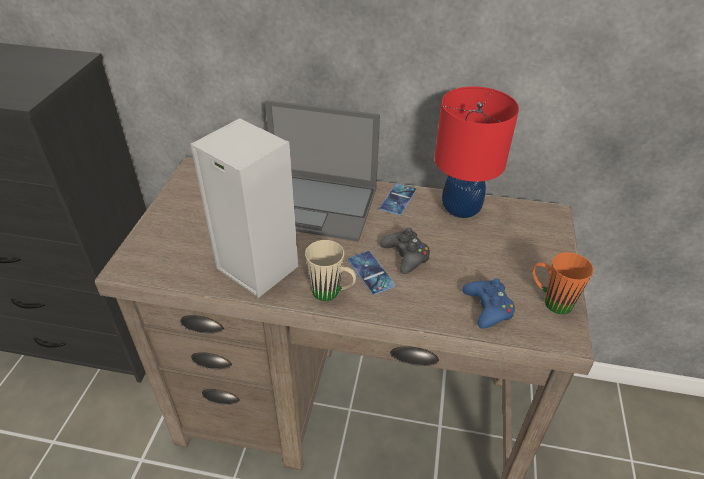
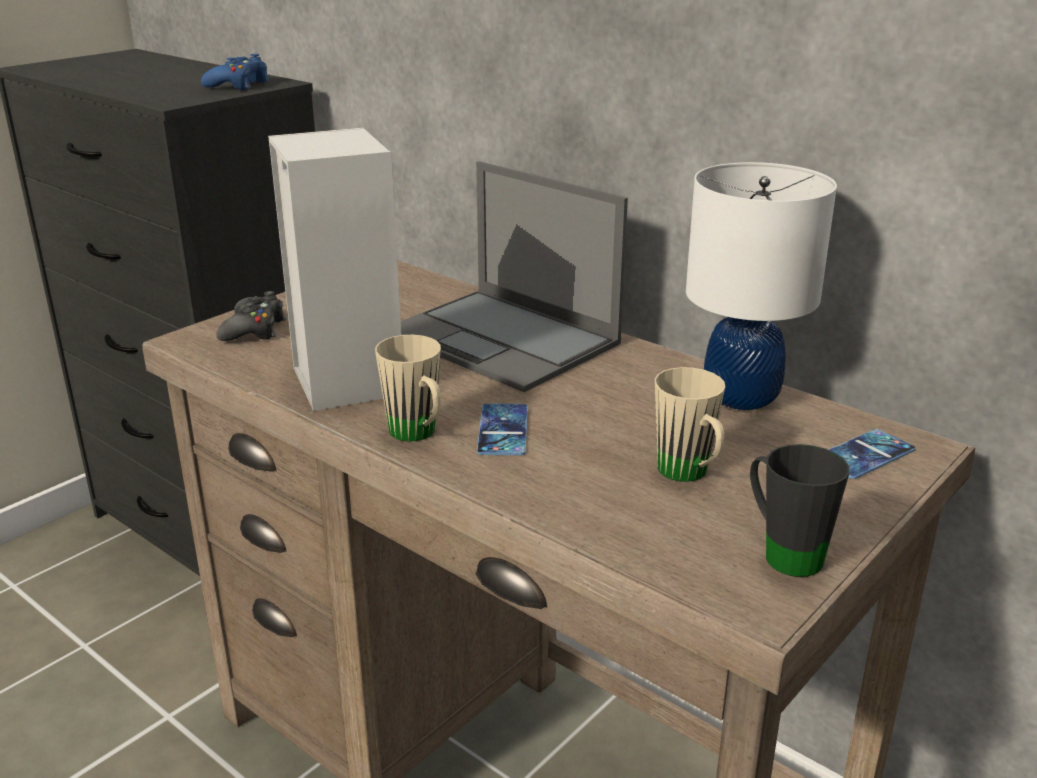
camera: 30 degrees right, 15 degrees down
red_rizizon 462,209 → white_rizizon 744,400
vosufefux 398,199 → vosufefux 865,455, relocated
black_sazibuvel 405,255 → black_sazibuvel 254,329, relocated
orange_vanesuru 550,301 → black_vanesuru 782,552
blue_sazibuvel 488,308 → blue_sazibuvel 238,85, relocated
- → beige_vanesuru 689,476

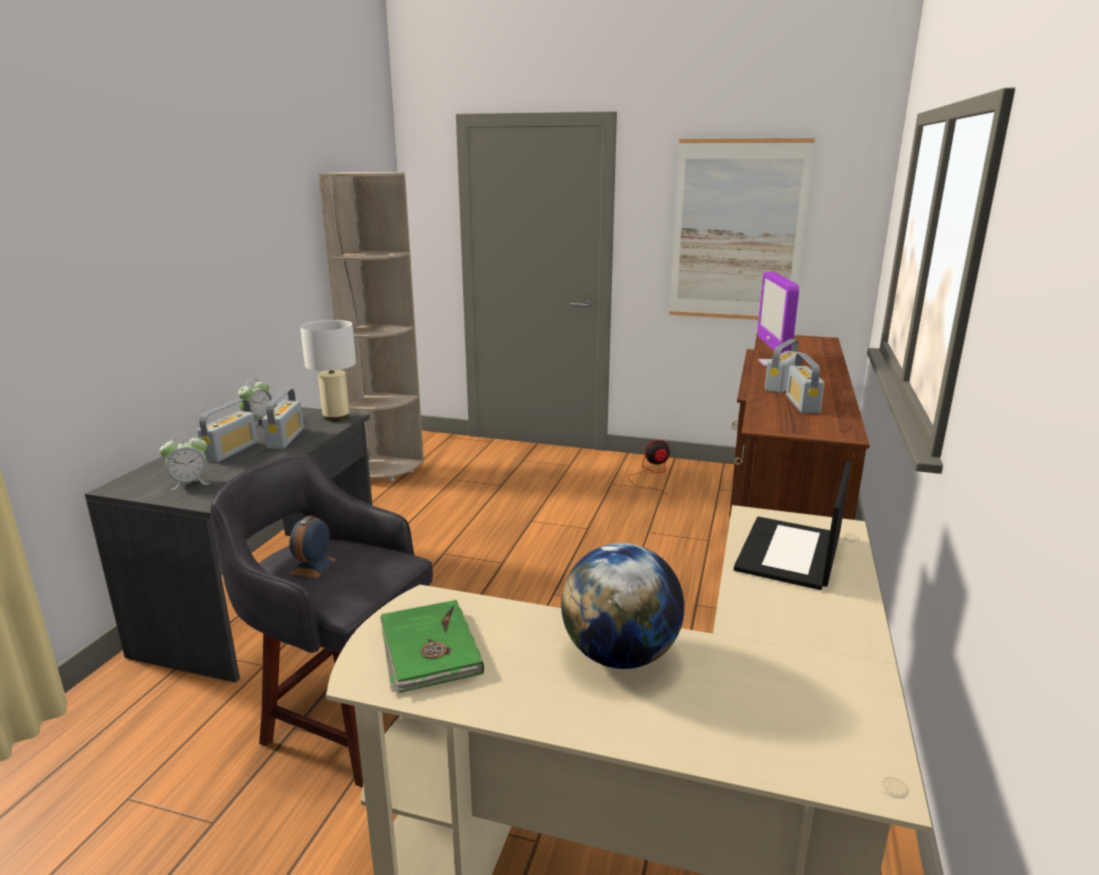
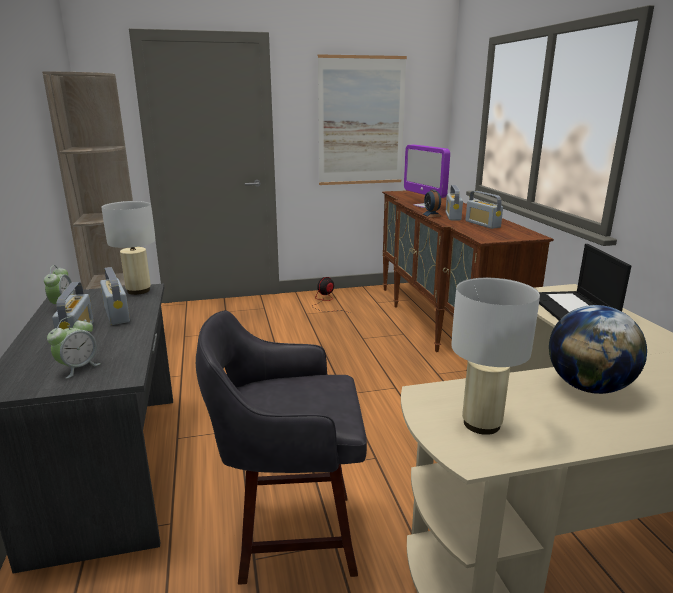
camera: 30 degrees left, 0 degrees up
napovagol 313,566 → napovagol 431,215, relocated
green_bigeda 428,650 → white_rizizon 482,424

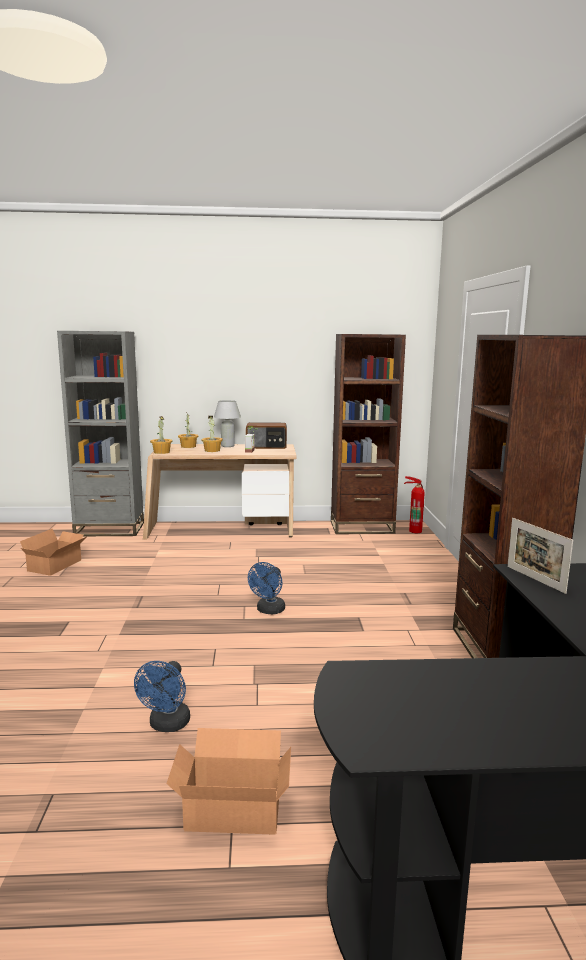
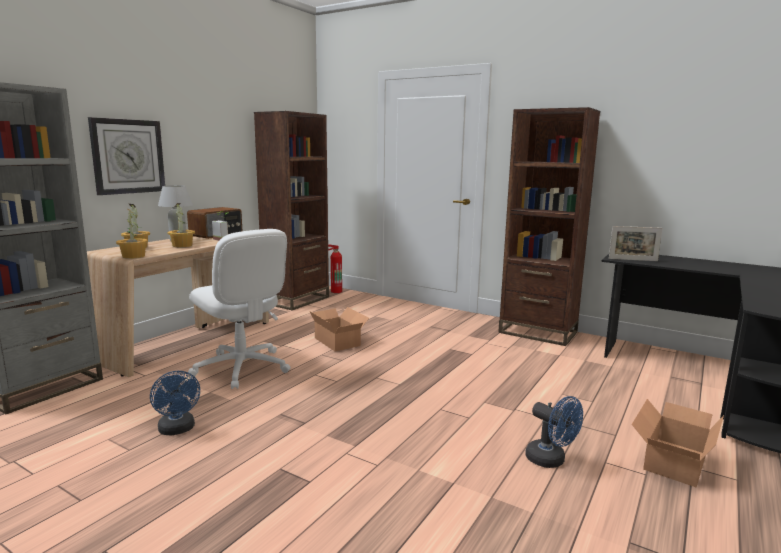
camera: 55 degrees left, 0 degrees up
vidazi 57,565 → vidazi 338,341, relocated
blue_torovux 268,611 → blue_torovux 178,430, relocated
- → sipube 128,156
- → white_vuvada 241,368

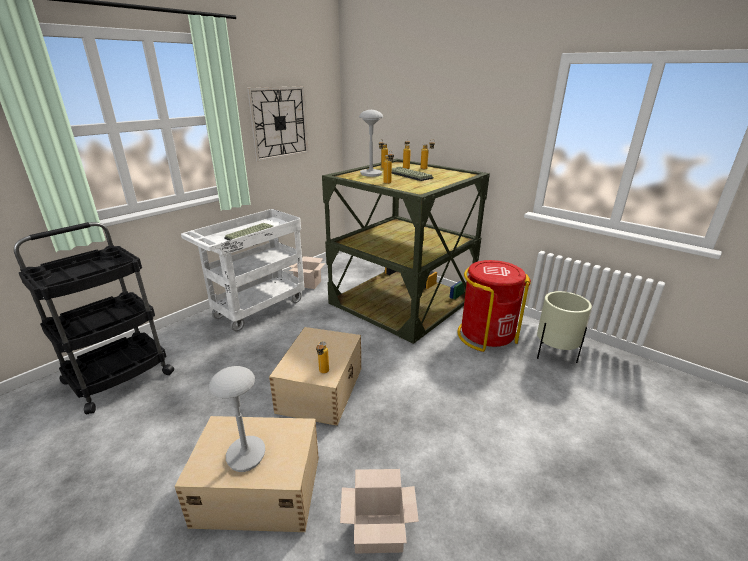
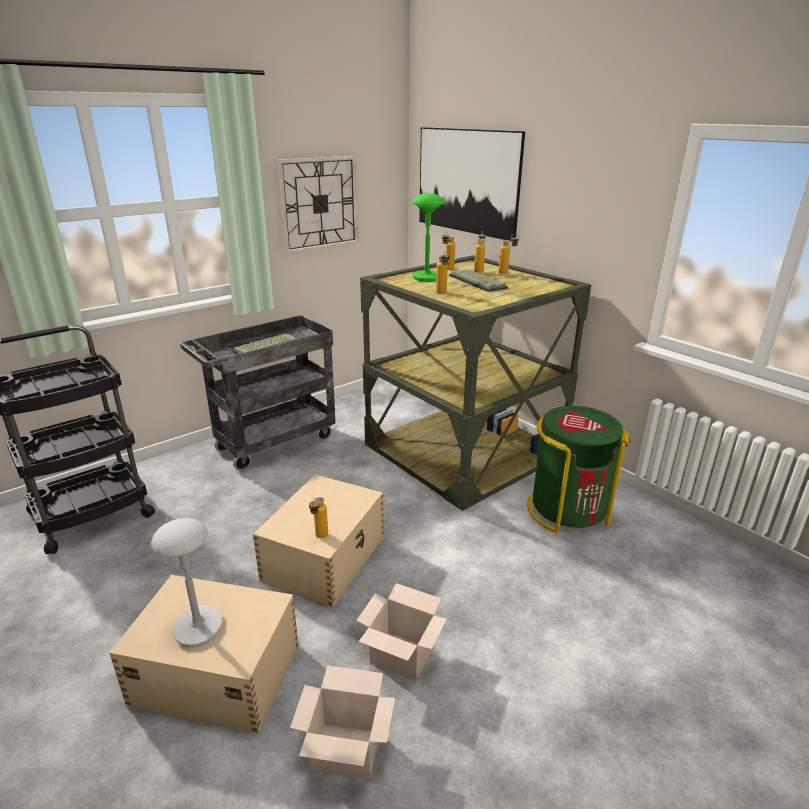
camera: 10 degrees right, 0 degrees up
grey_rizizon 370,174 → green_rizizon 426,277
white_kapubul 256,311 → black_kapubul 271,446
vidazi 307,284 → vidazi 399,656, relocated
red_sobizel 486,335 → green_sobizel 567,510
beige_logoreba 555,354 → -
- → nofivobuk 467,181

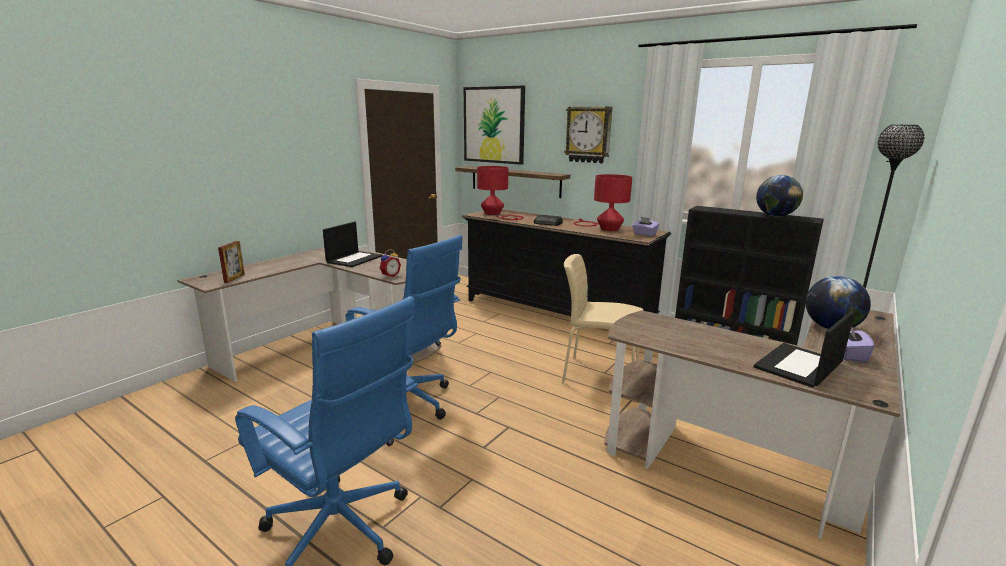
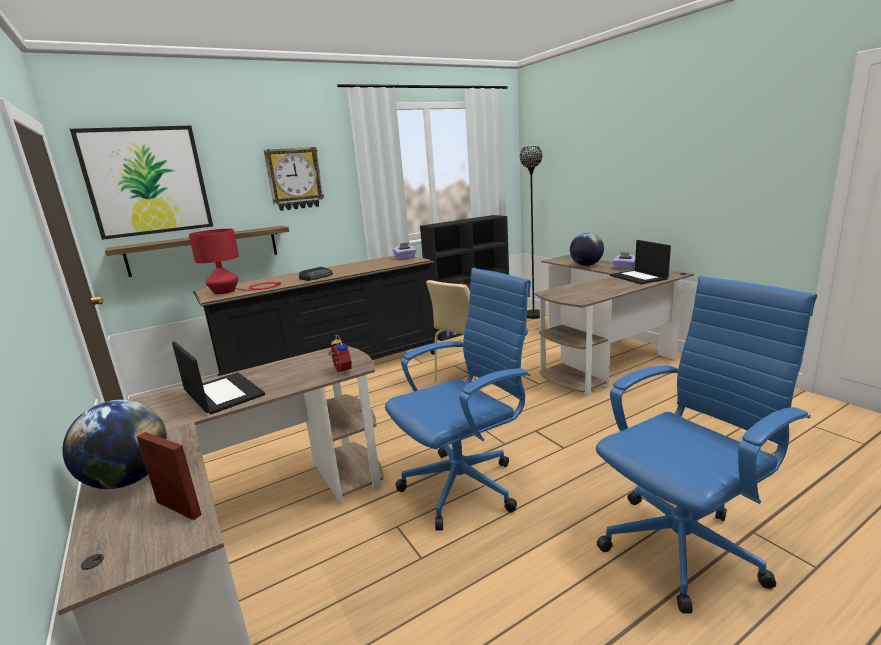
camera: 65 degrees left, 0 degrees up
red_rizizon 600,227 → -
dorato 775,216 → dorato 128,480, relocated

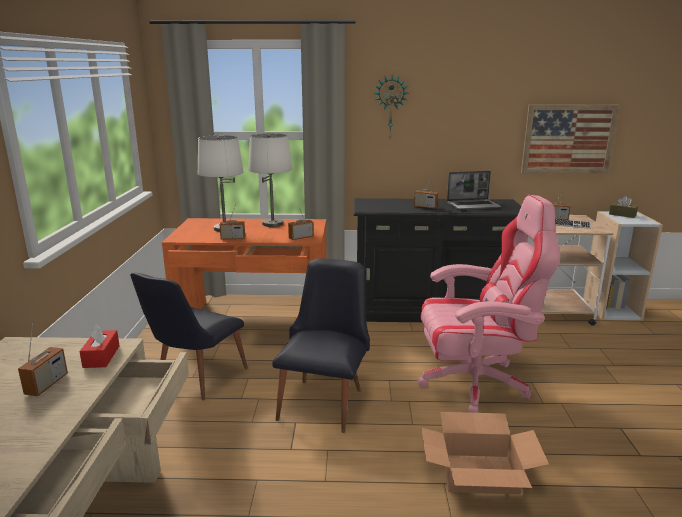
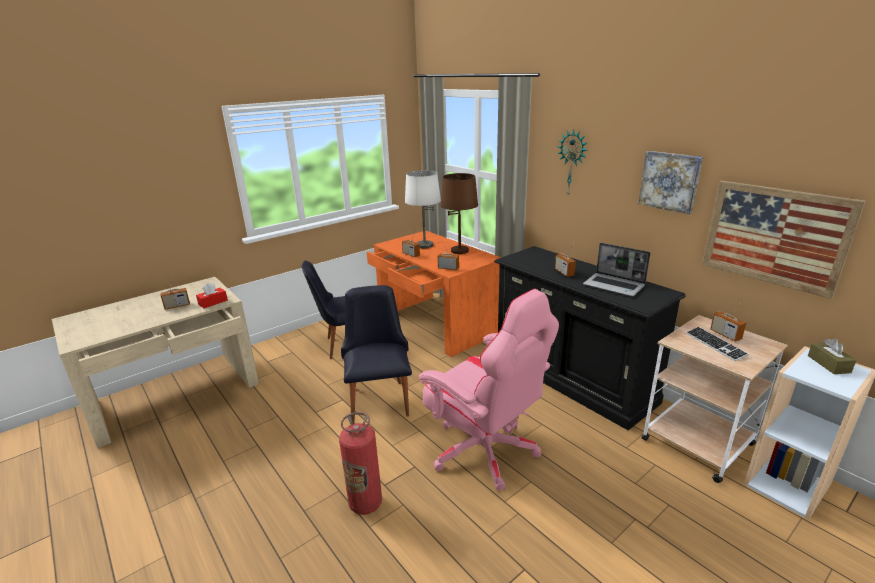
camera: 50 degrees right, 5 degrees up
white_rizizon 272,224 → brown_rizizon 459,251
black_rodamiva 325,399 → black_rodamiva 379,397, 75 degrees counterclockwise
vidazi 479,473 → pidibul 365,503
- → nofivobuk 670,181

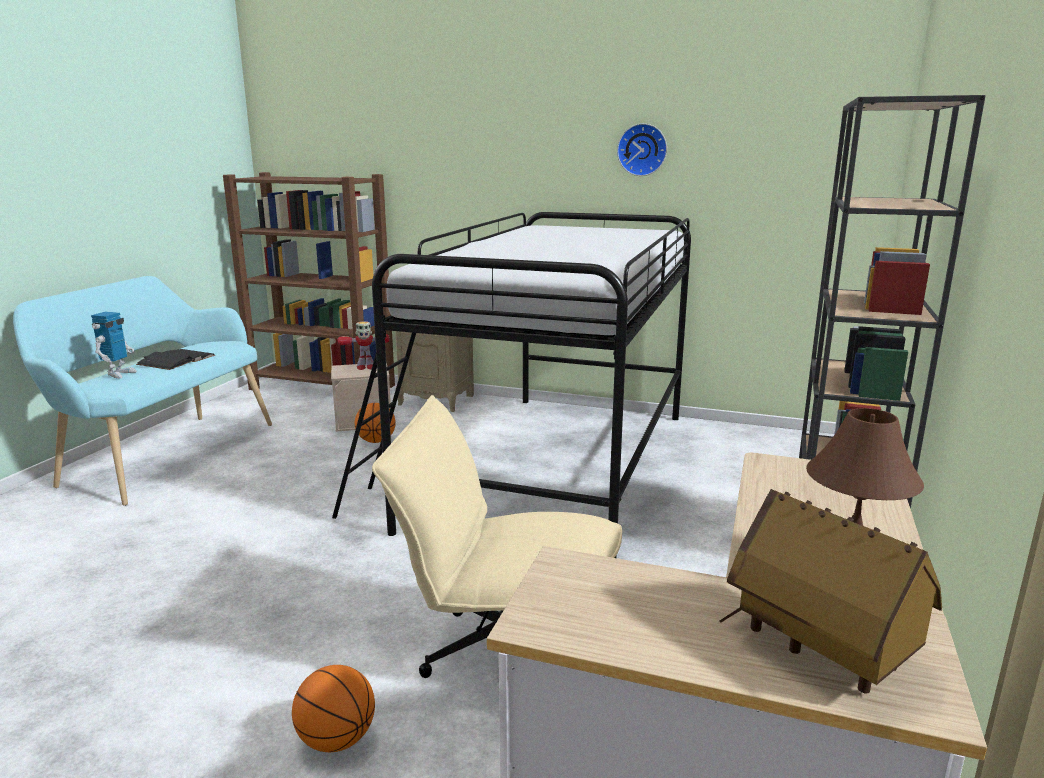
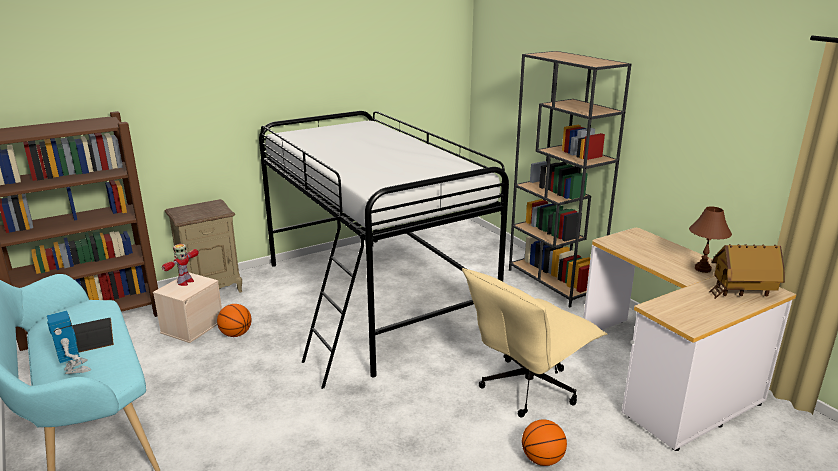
camera: 50 degrees left, 5 degrees up
sipube 642,150 → -

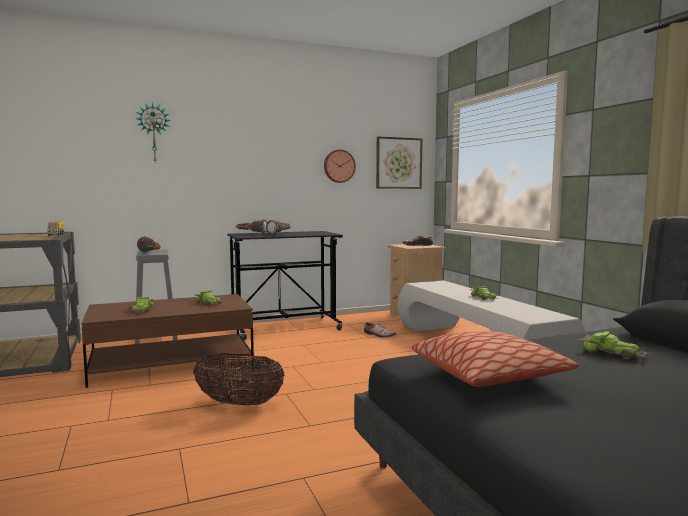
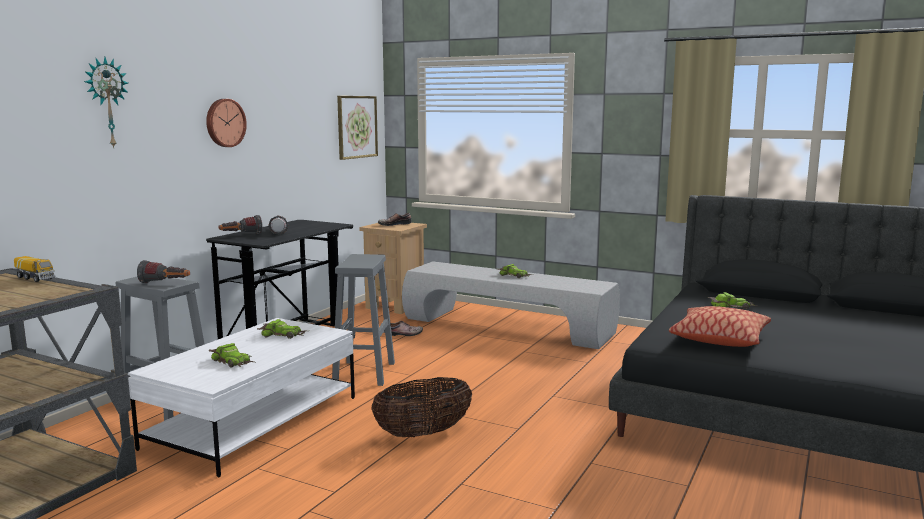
camera: 40 degrees left, 5 degrees up
sipube 339,166 → sipube 224,123, relocated
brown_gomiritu 172,363 → white_gomiritu 254,422
- → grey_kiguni 364,373

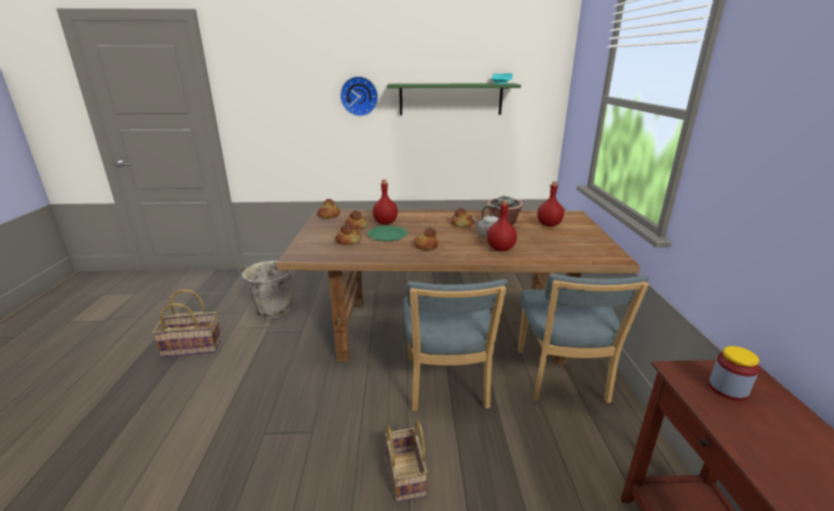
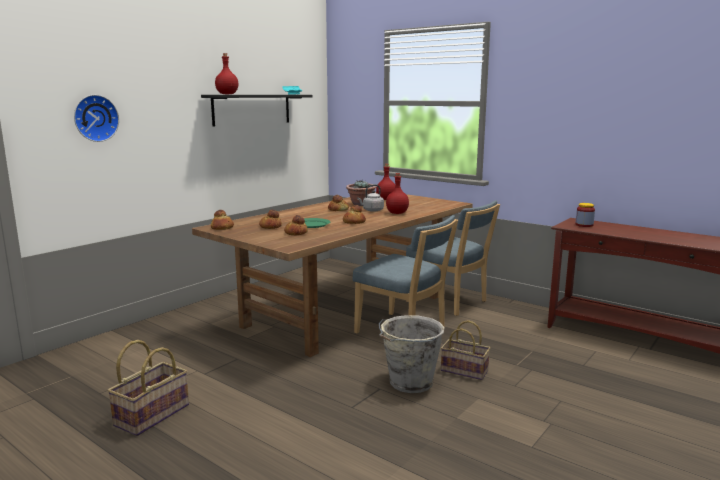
camera: 50 degrees left, 10 degrees down
sipube 359,96 → sipube 95,118, relocated
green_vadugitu 451,99 → black_vadugitu 252,109
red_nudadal 385,222 → red_nudadal 227,94, relocated
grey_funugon 272,310 → grey_funugon 409,383, relocated

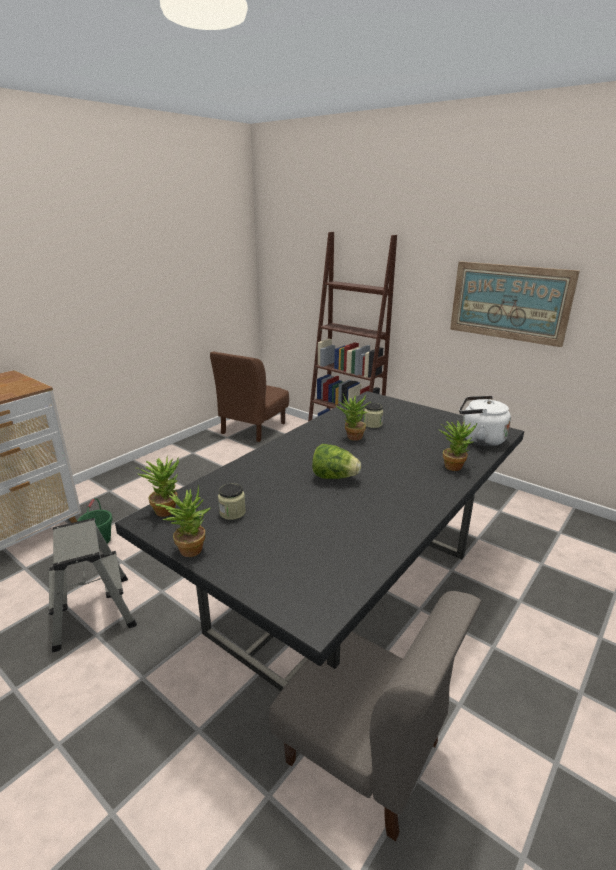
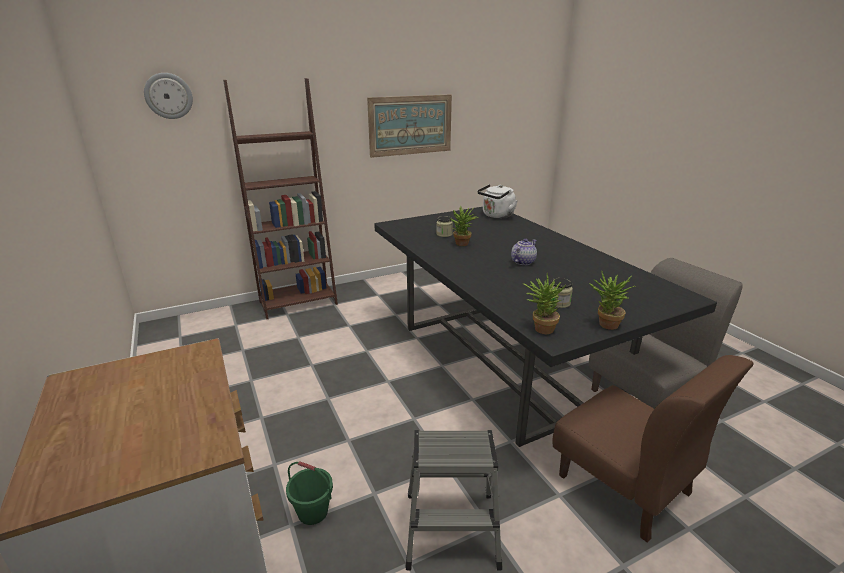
camera: 65 degrees left, 0 degrees up
brown_rodamiva 253,428 → brown_rodamiva 624,485, relocated
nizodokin 454,465 → -
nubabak 334,477 → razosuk 522,262
- → sipube 168,96

